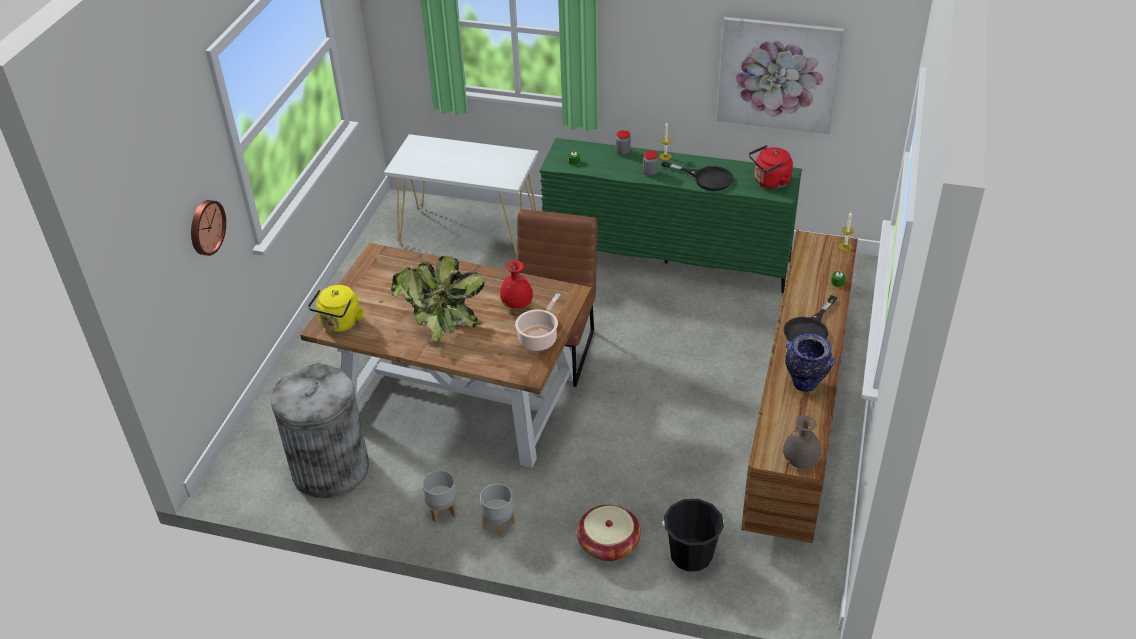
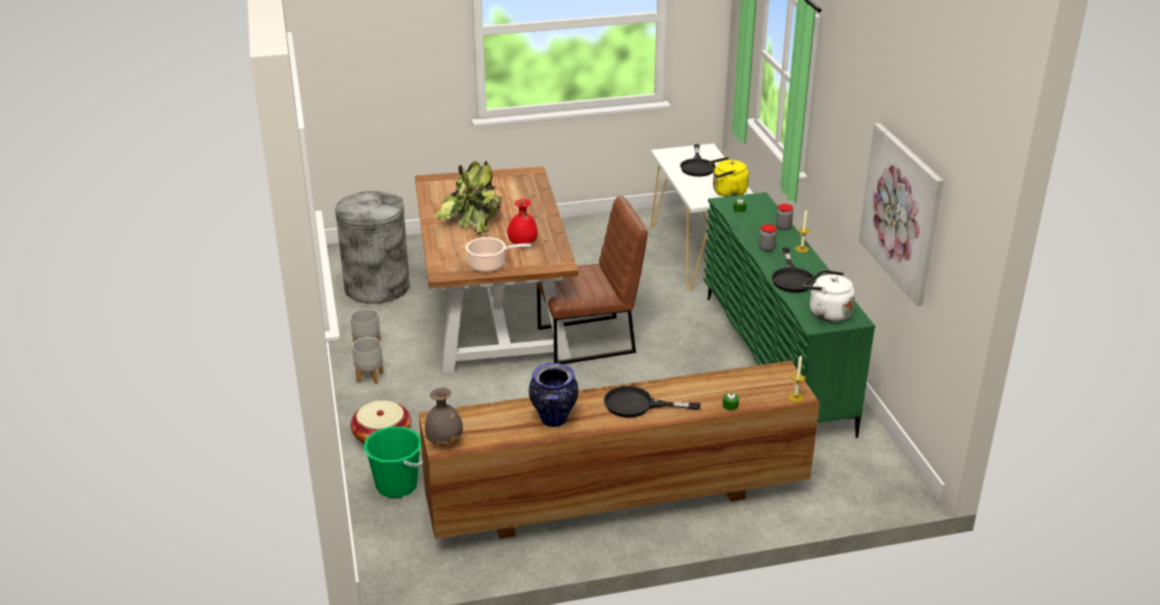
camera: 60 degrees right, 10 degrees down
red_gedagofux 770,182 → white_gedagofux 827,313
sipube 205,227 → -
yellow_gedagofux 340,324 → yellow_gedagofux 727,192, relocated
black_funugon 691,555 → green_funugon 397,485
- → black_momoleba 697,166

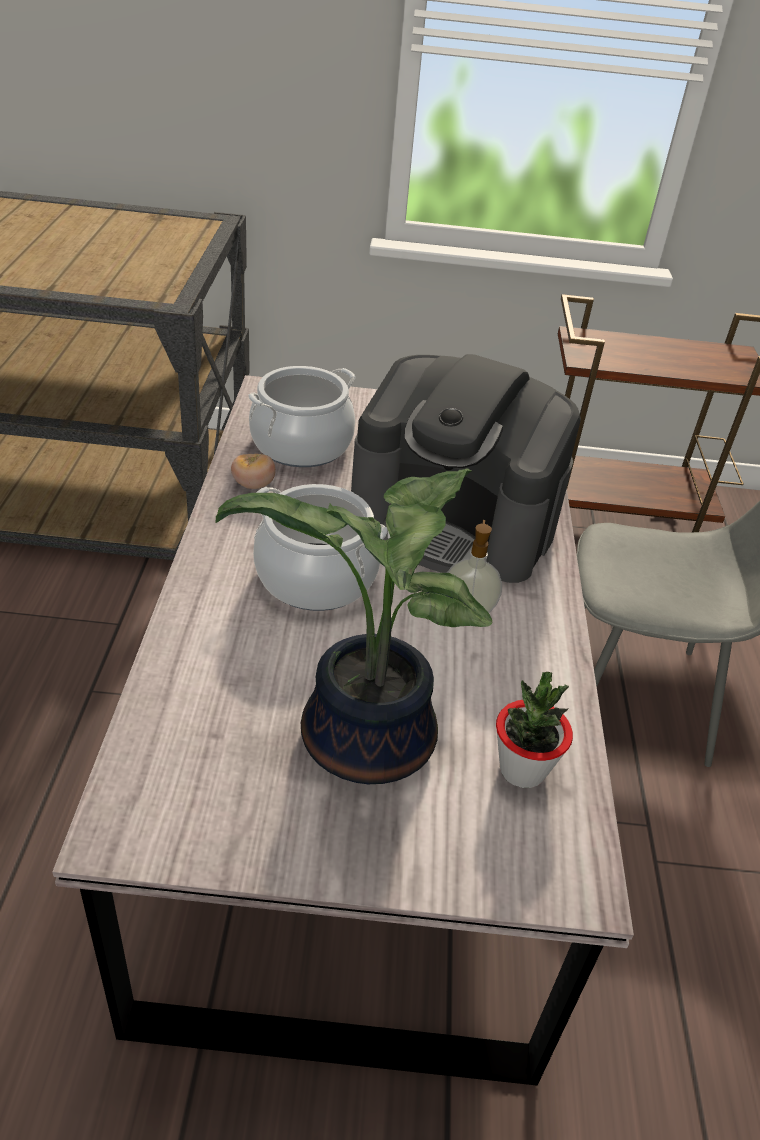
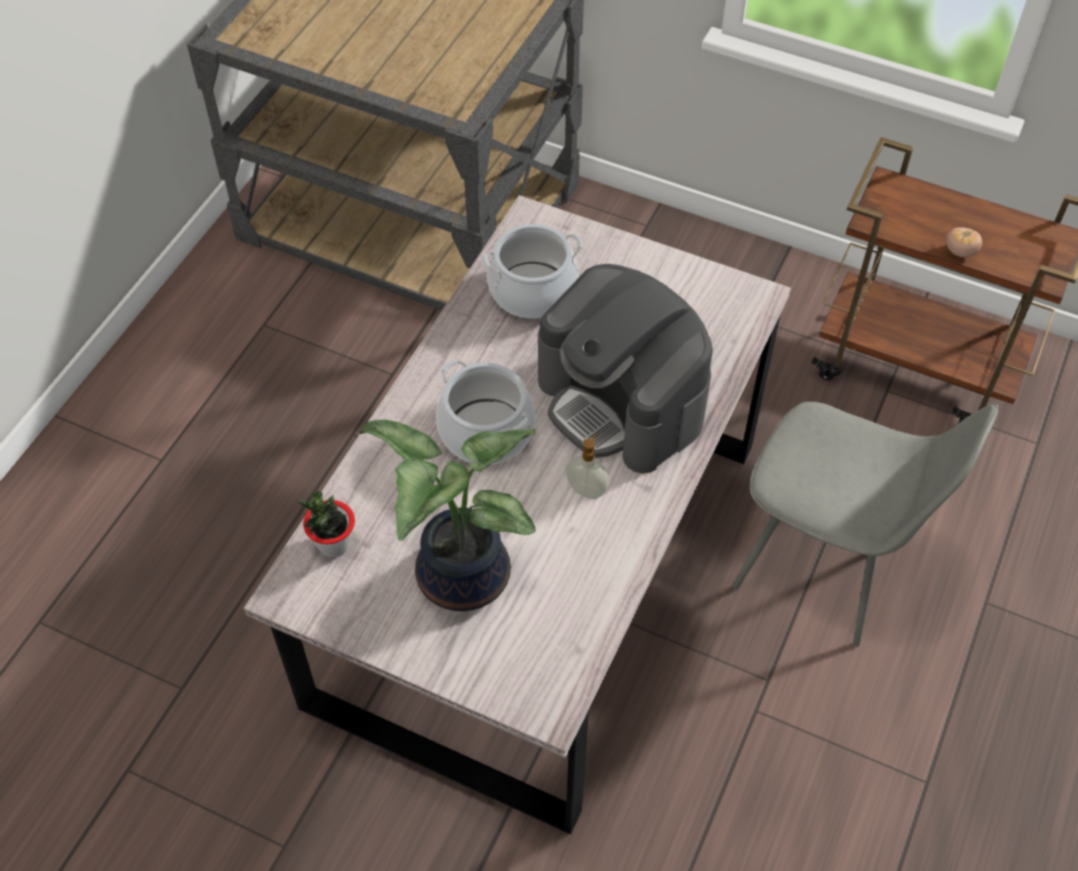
camera: 25 degrees right, 15 degrees up
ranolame 253,485 → ranolame 960,251, relocated
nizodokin 522,770 → nizodokin 334,544, relocated

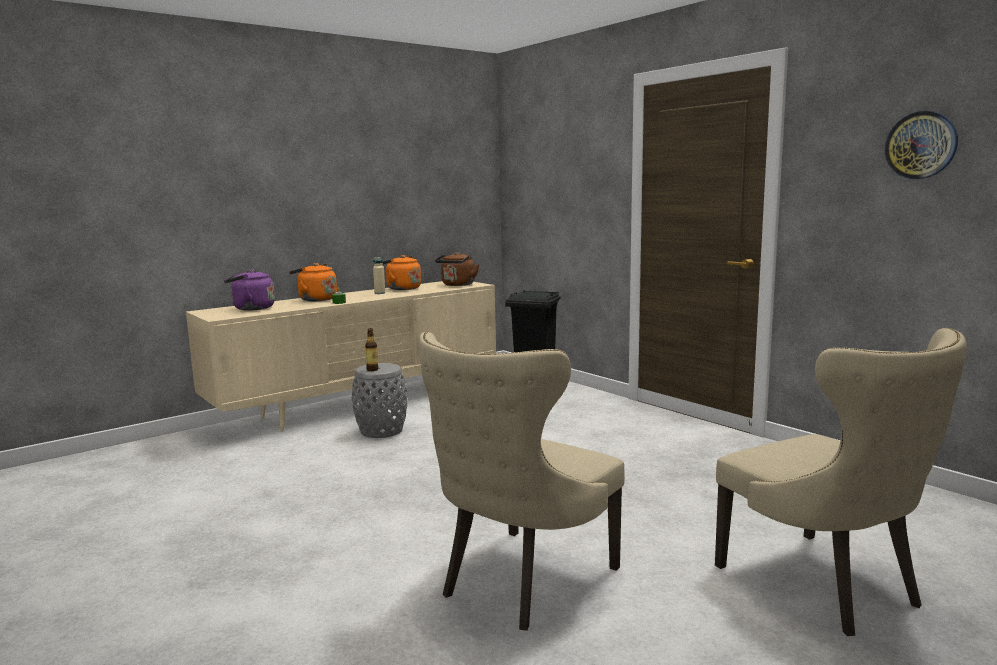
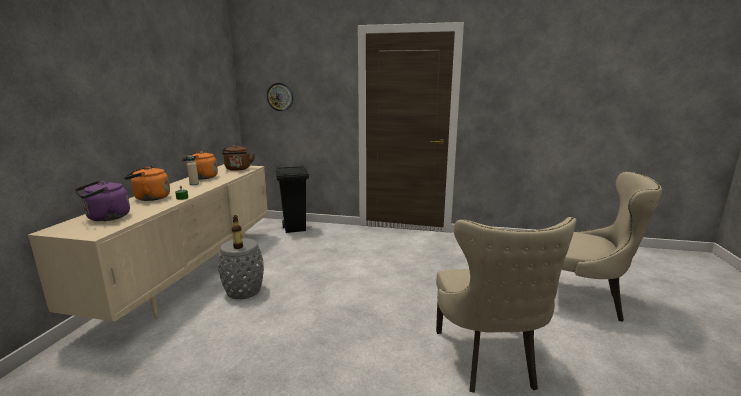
camera: 40 degrees left, 5 degrees up
sipube 921,145 → sipube 280,97, relocated

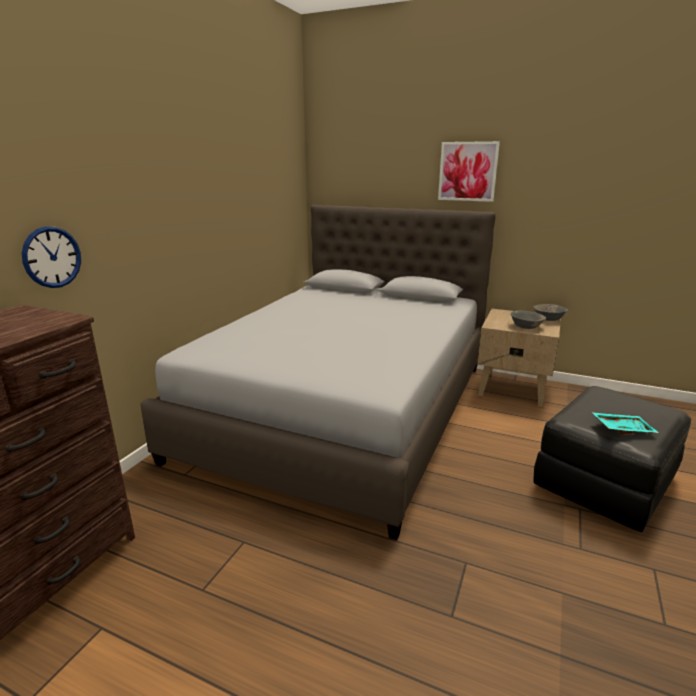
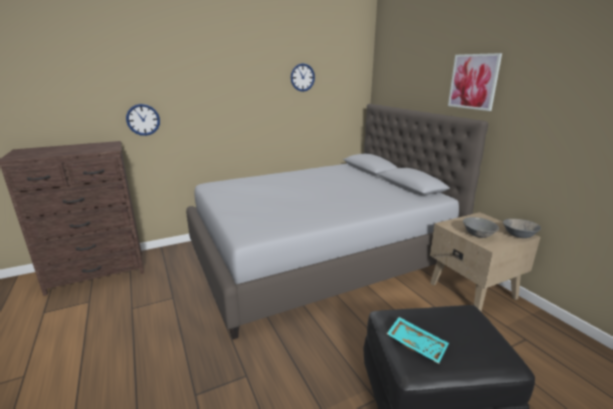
camera: 40 degrees right, 0 degrees up
- → sipube 302,77

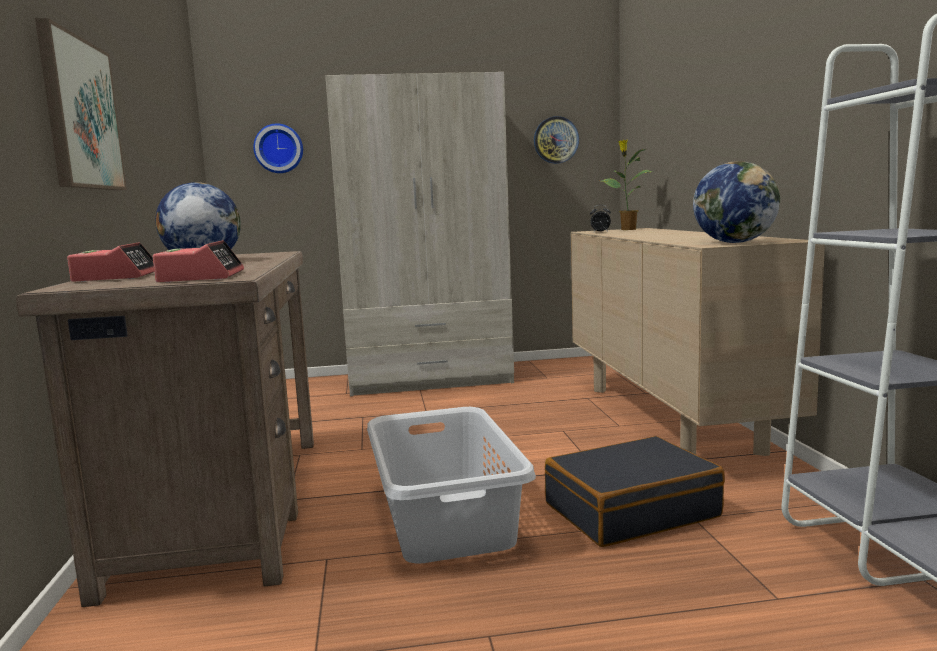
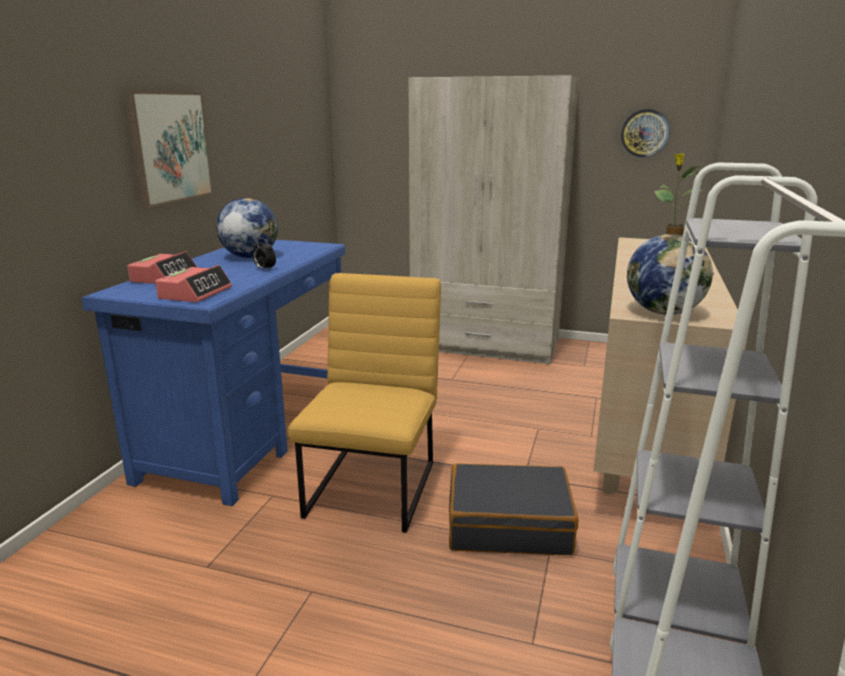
camera: 25 degrees right, 10 degrees up
sipube 279,148 → -
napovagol 600,232 → napovagol 264,269, relocated
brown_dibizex 223,505 → blue_dibizex 250,431
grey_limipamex 447,517 → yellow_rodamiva 374,486

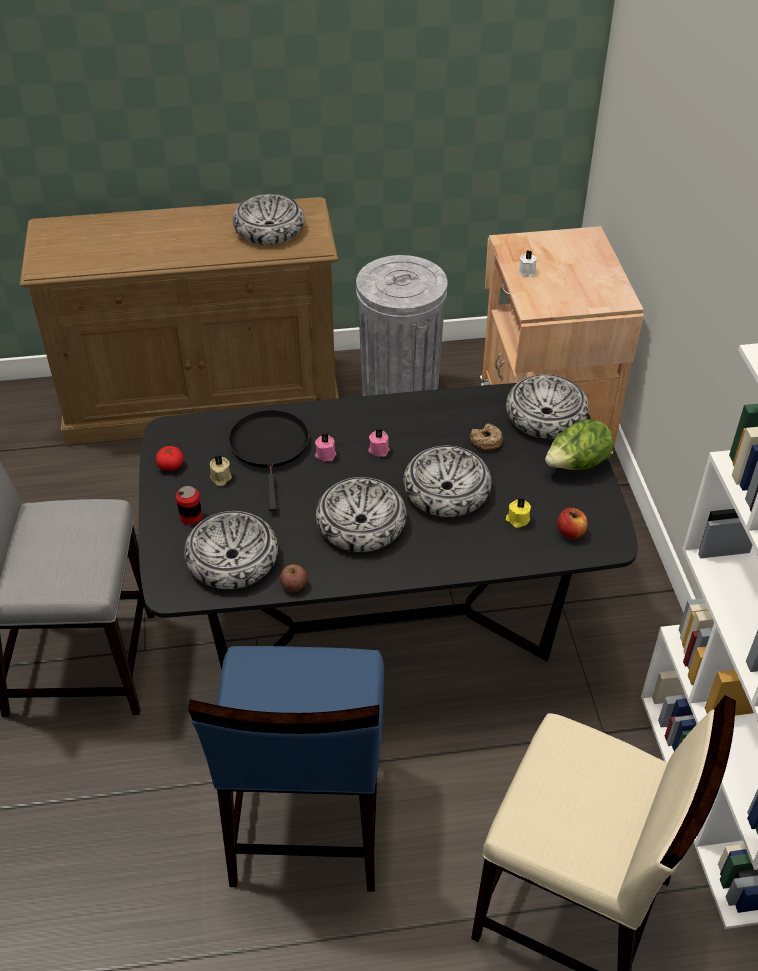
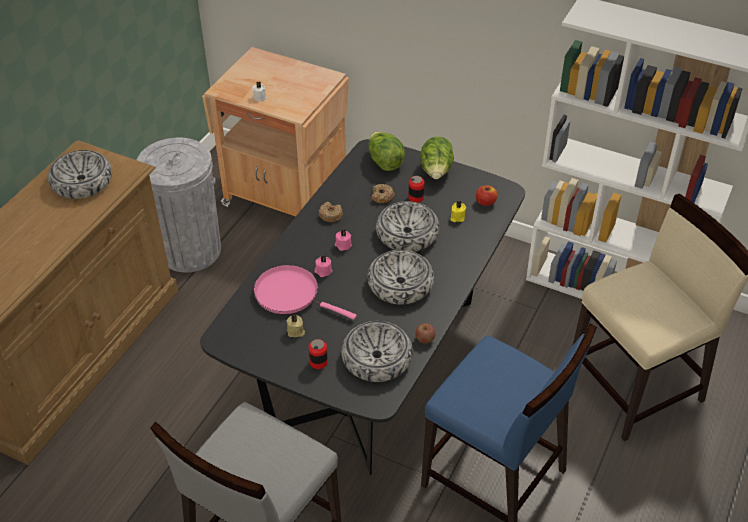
camera: 55 degrees left, 0 degrees up
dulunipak 545,416 → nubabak 385,162
black_momoleba 270,448 → pink_momoleba 291,294
ranolame 170,465 → -
- → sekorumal 416,198
- → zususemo 330,215

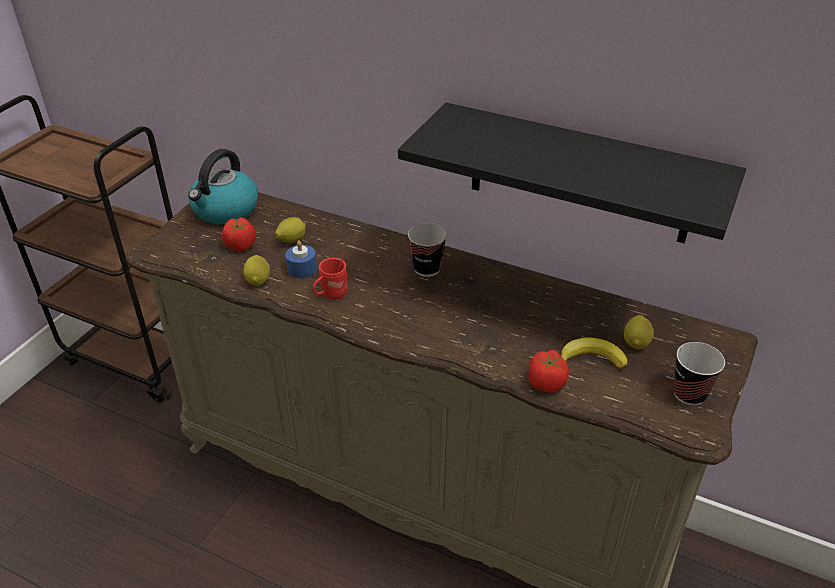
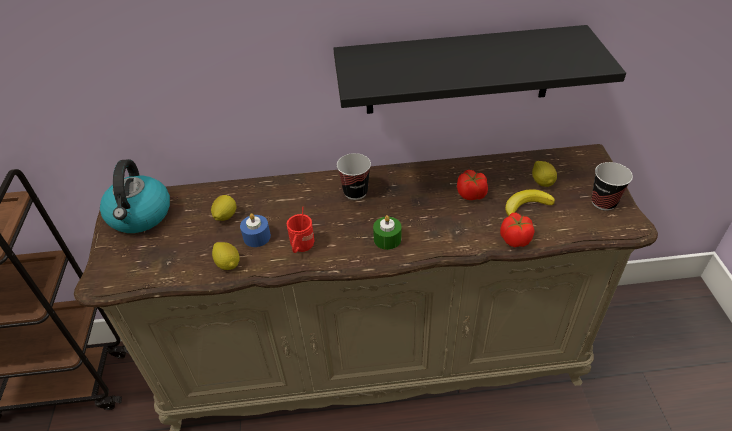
camera: 30 degrees left, 5 degrees up
ranolame 240,245 → ranolame 471,194, relocated
- → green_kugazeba 387,239

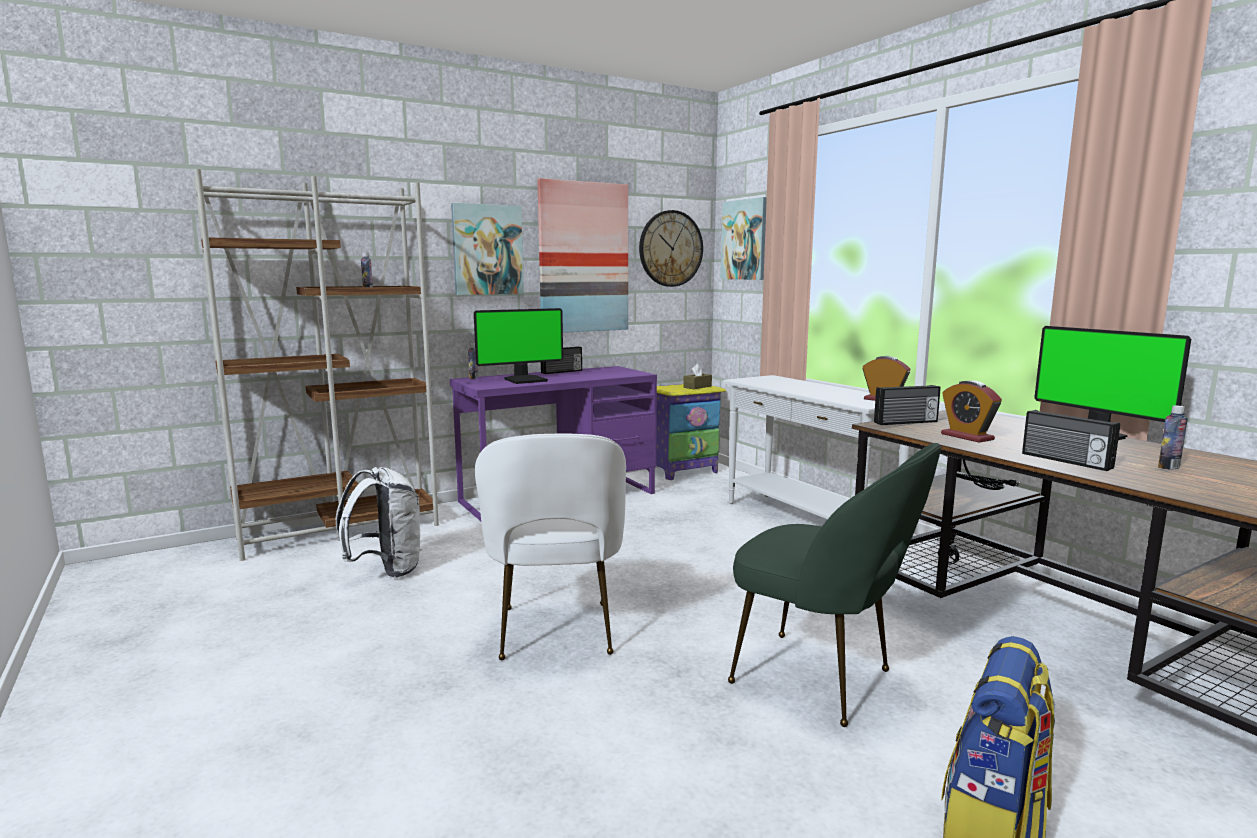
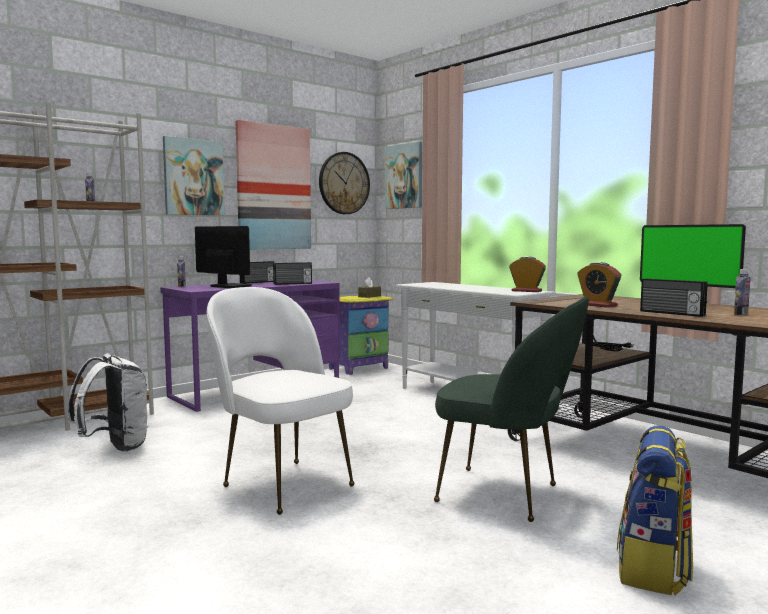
camera: 10 degrees left, 5 degrees down
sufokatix 525,380 → sufokatix 229,286, 105 degrees counterclockwise
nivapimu 906,422 → nivapimu 293,284, relocated
white_rodamiva 555,637 → white_rodamiva 282,483, 150 degrees clockwise

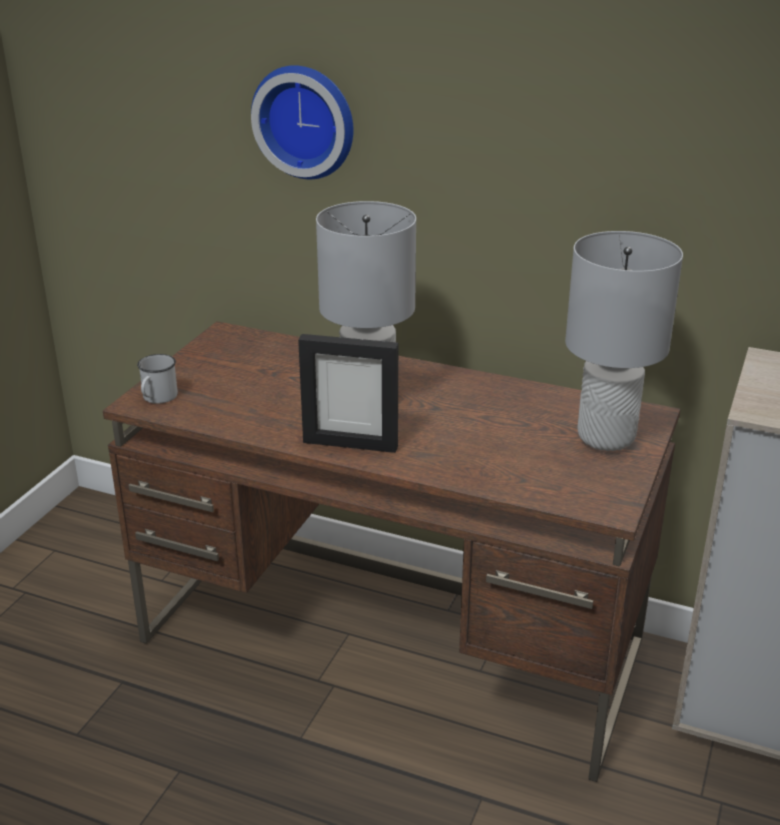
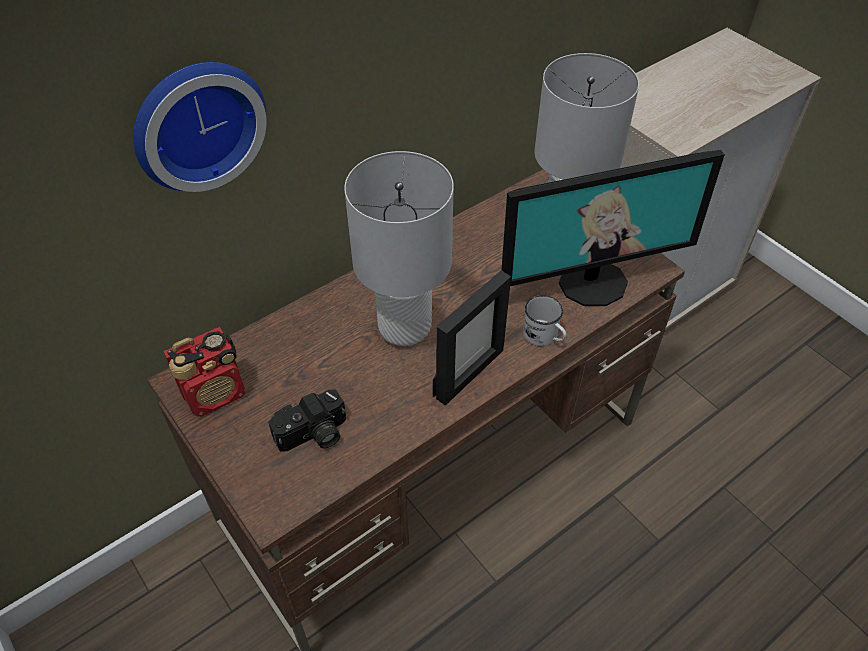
camera: 60 degrees left, 20 degrees up
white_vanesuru 157,398 → white_vanesuru 544,337, relocated
- → sufokatix 592,282
- → nivapimu 215,394
- → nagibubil 313,435

